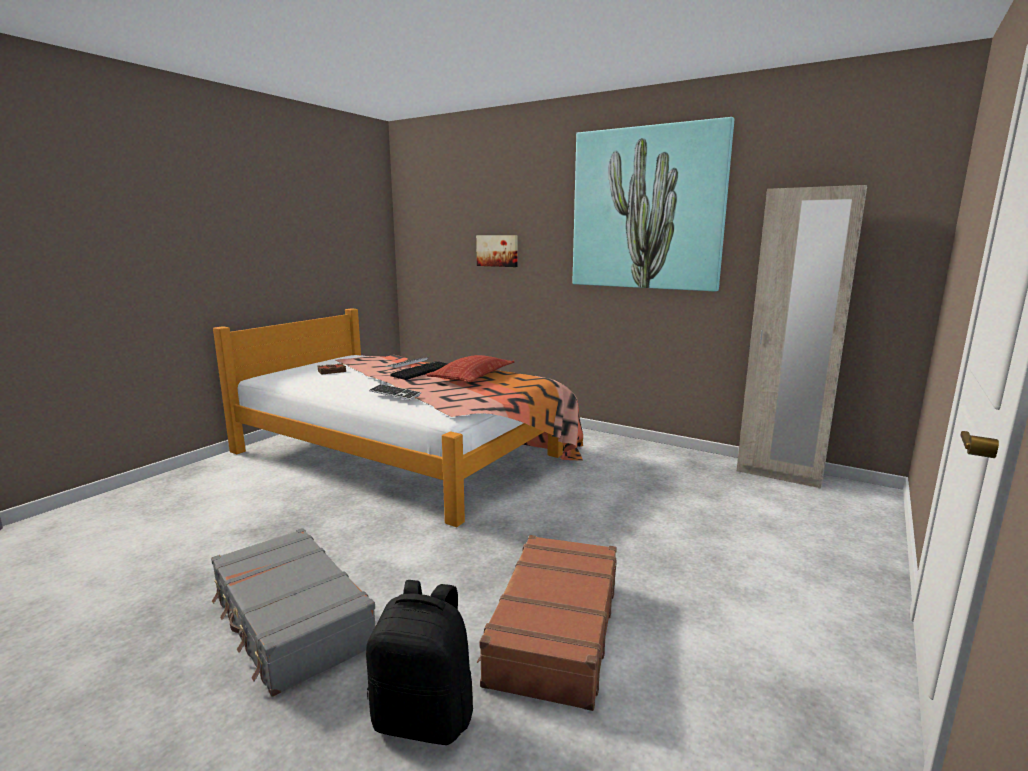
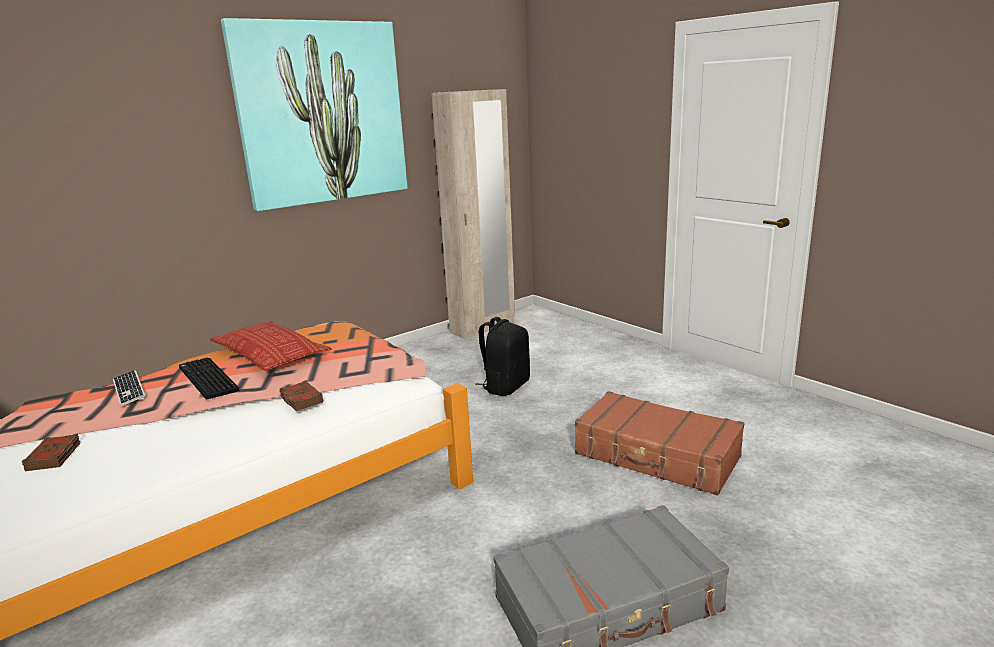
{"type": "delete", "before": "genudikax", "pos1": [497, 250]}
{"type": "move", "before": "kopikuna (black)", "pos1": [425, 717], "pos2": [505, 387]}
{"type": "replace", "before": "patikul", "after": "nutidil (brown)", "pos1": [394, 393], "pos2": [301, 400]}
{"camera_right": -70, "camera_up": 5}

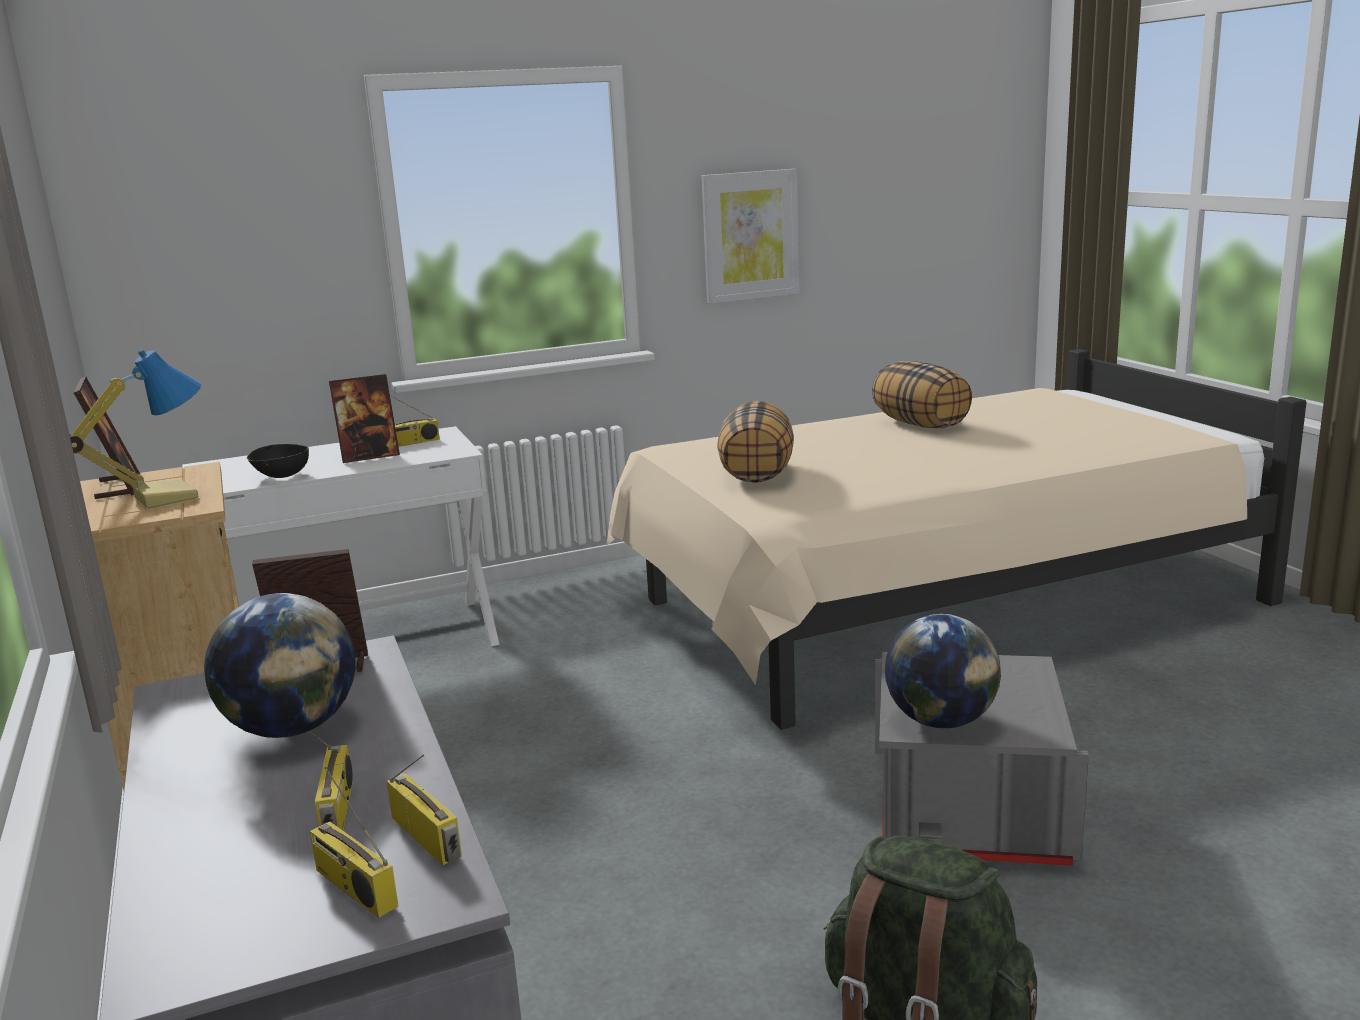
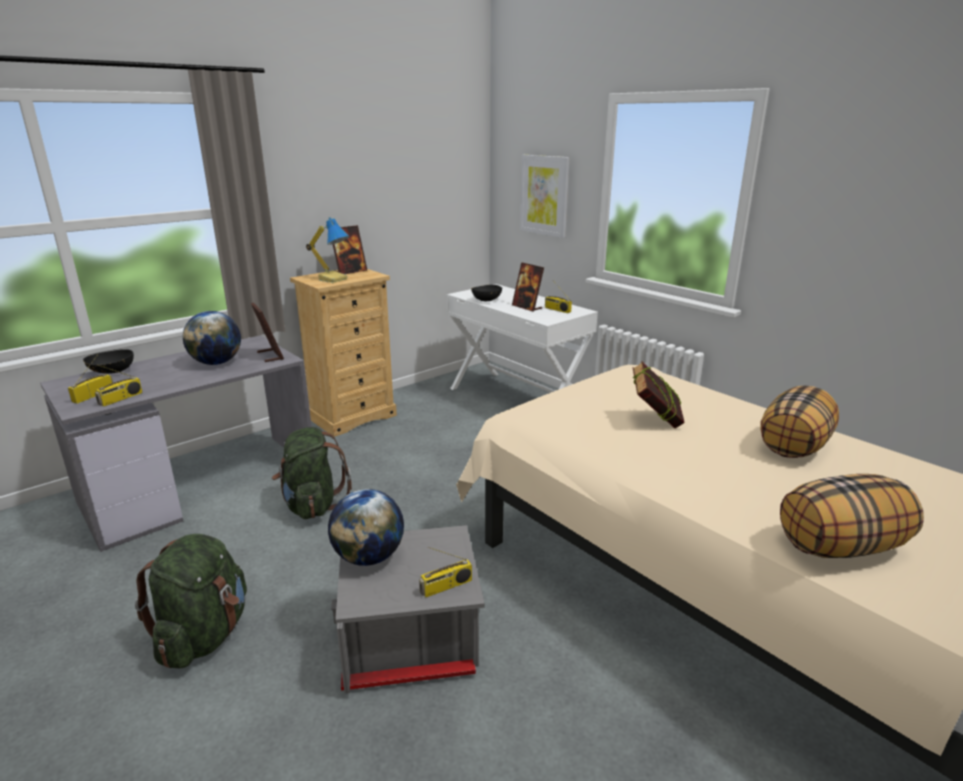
{"type": "insert", "after": "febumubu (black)", "pos2": [112, 372]}
{"type": "insert", "after": "kopikuna (green)", "pos2": [313, 505]}
{"type": "insert", "after": "nutidil", "pos2": [654, 421]}
{"type": "move", "before": "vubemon", "pos1": [339, 809], "pos2": [446, 587]}
{"type": "move", "before": "genudikax", "pos1": [750, 236], "pos2": [544, 195]}
{"type": "move", "before": "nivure", "pos1": [757, 475], "pos2": [840, 547]}
{"camera_right": 70, "camera_up": 5}

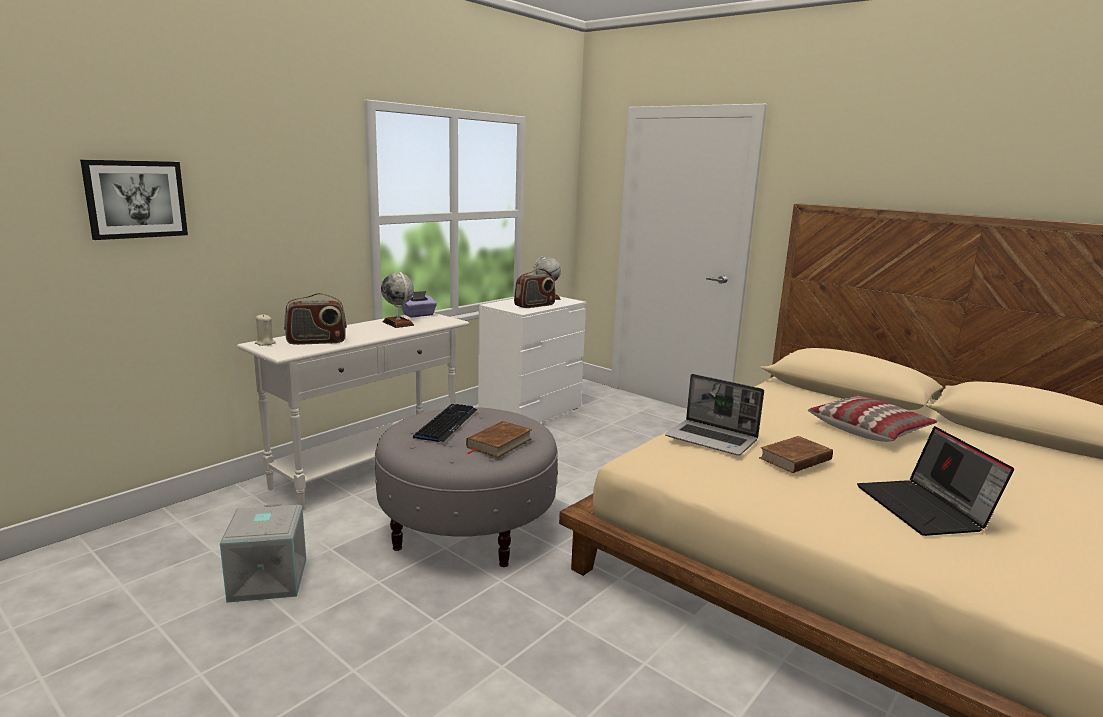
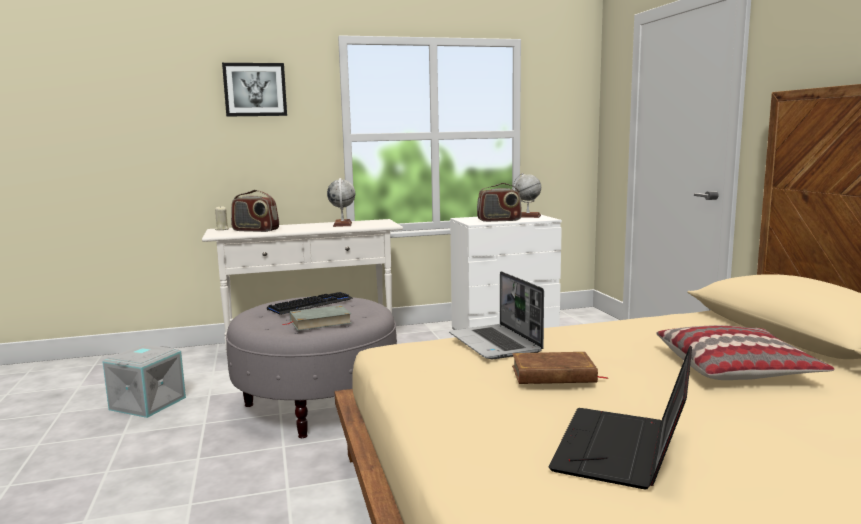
{"type": "delete", "before": "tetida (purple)", "pos1": [418, 315]}
{"type": "move", "before": "genudikax", "pos1": [135, 199], "pos2": [255, 89]}
{"type": "recolor", "before": "nutidil (brown)", "after": "nutidil (grey)", "pos1": [498, 443], "pos2": [320, 322]}
{"camera_right": 35, "camera_up": -5}

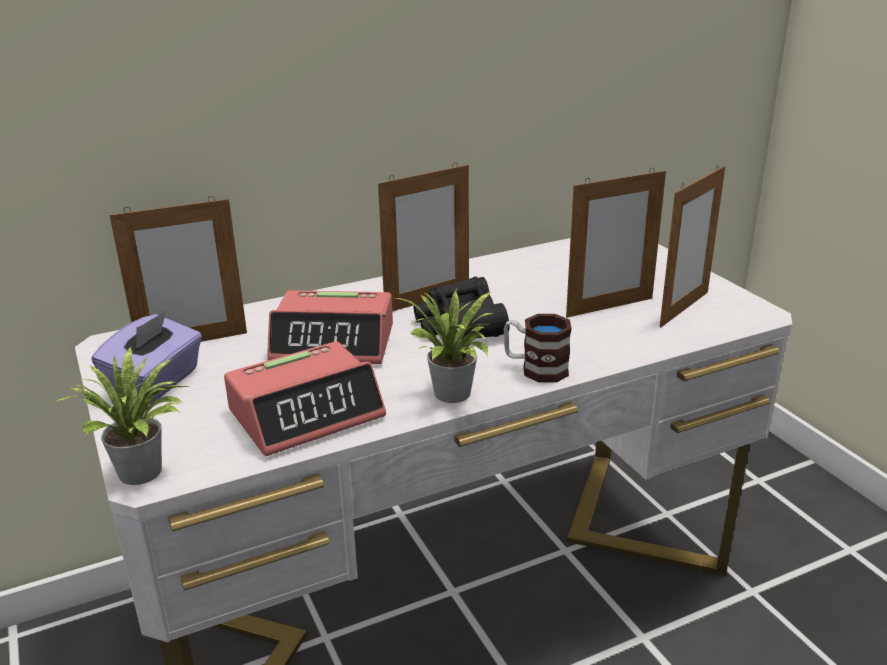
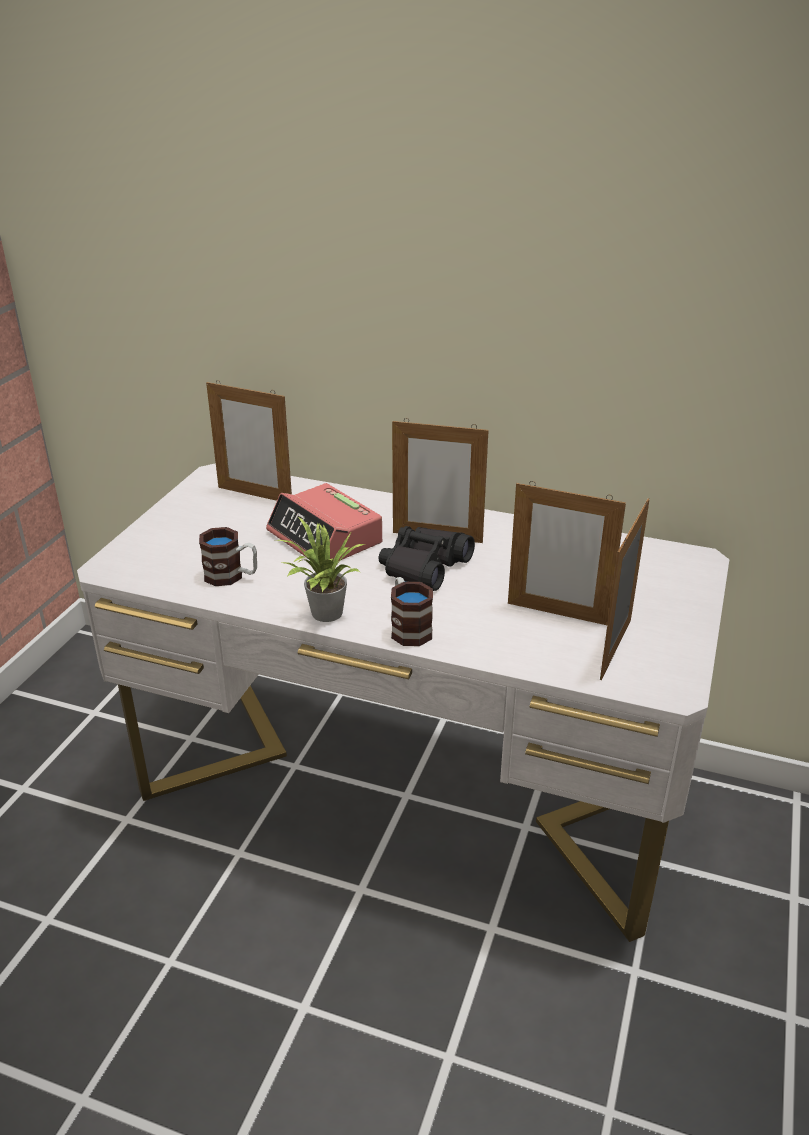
{"type": "delete", "before": "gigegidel", "pos1": [144, 474]}
{"type": "delete", "before": "tetida (purple)", "pos1": [156, 383]}
{"type": "replace", "before": "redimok", "after": "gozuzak", "pos1": [307, 413], "pos2": [231, 576]}
{"type": "rotate", "before": "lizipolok", "pos1": [684, 309], "pos2": [616, 649], "turn": 120}
{"camera_right": 45, "camera_up": 5}

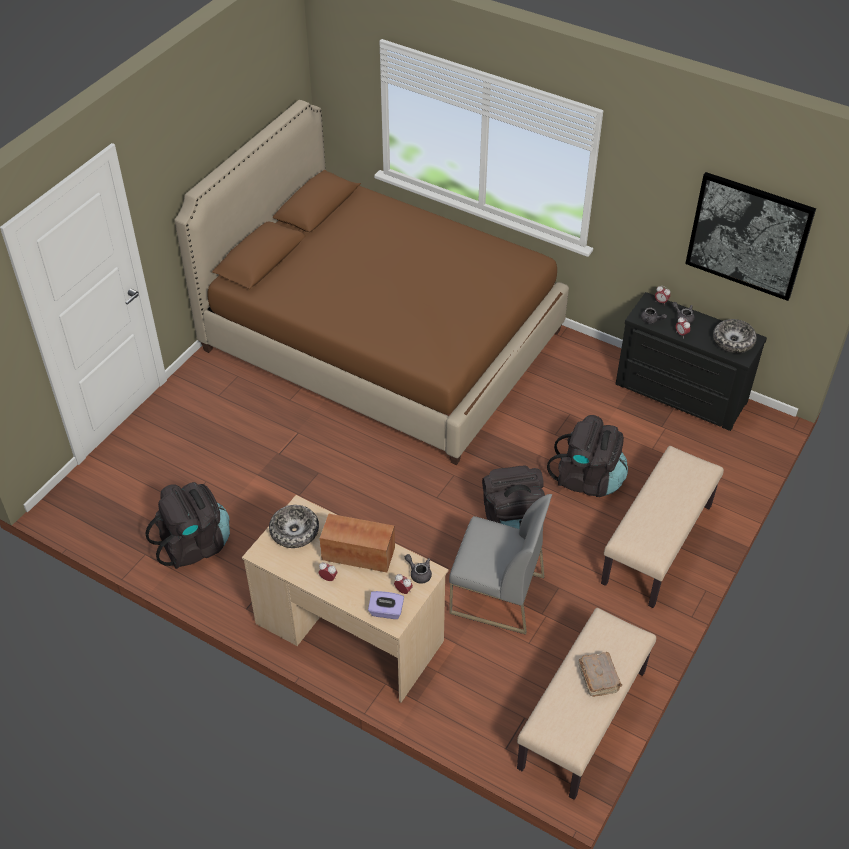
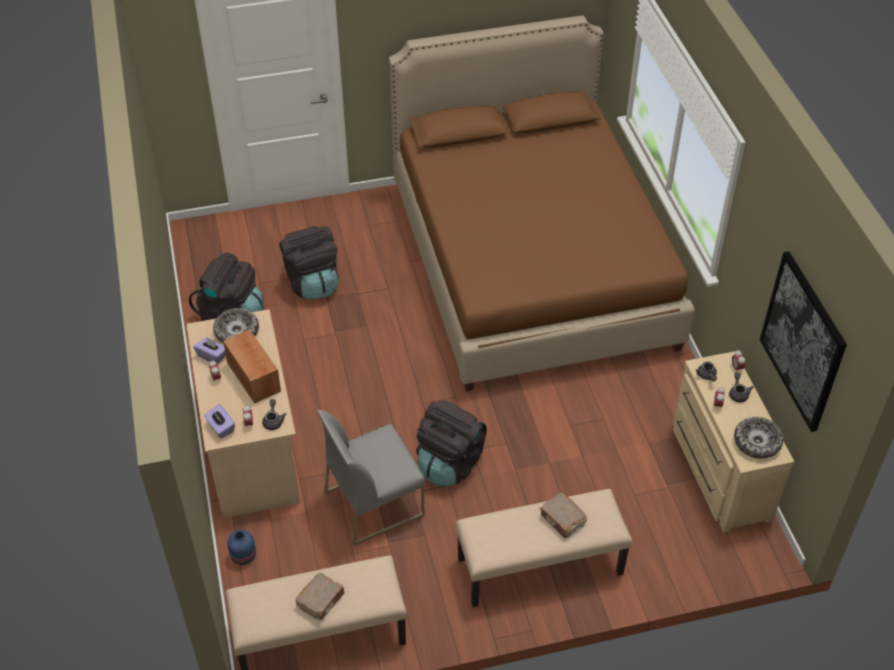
{"type": "insert", "after": "tetida (purple)", "pos2": [212, 356]}
{"type": "insert", "after": "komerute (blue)", "pos2": [243, 555]}
{"type": "insert", "after": "nutidil (brown)", "pos2": [563, 520]}
{"type": "move", "before": "kopikuna (black)", "pos1": [588, 479], "pos2": [312, 283]}
{"type": "recolor", "before": "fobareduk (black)", "after": "fobareduk (beige)", "pos1": [680, 395], "pos2": [717, 471]}
{"type": "rotate", "before": "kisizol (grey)", "pos1": [496, 595], "pos2": [374, 502], "turn": 90}
{"camera_right": 45, "camera_up": 0}

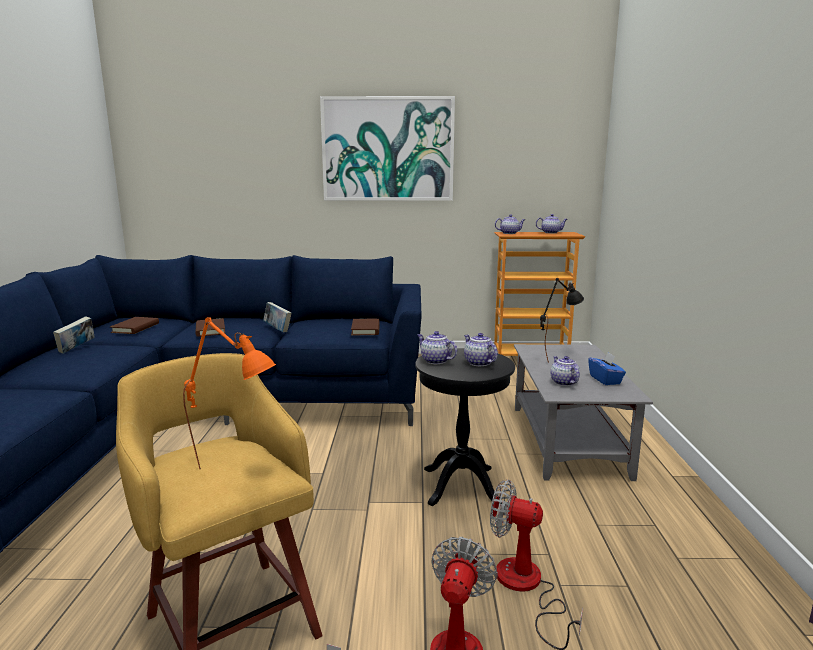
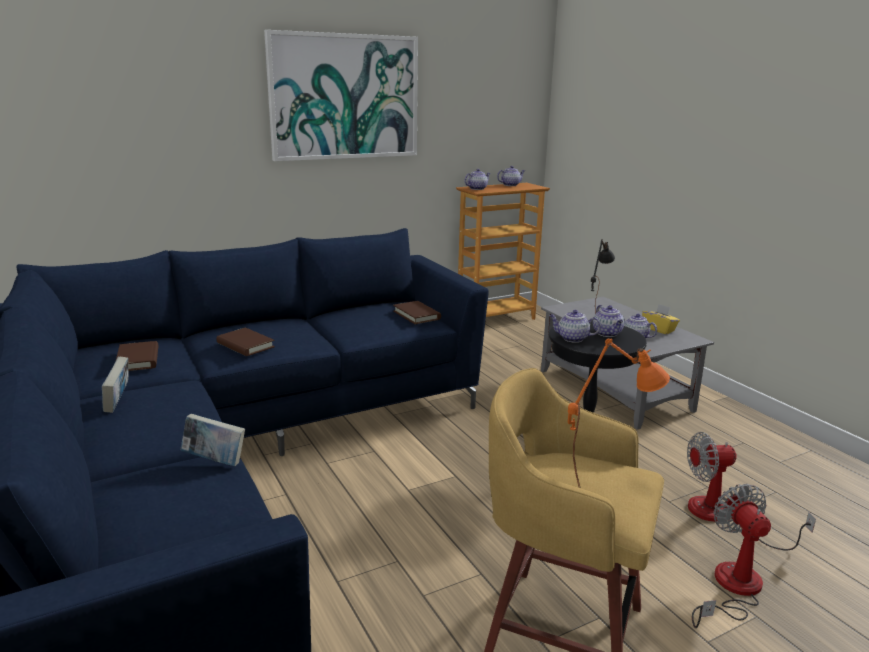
{"type": "move", "before": "nutidil", "pos1": [277, 329], "pos2": [215, 461]}
{"type": "recolor", "before": "tetida (blue)", "after": "tetida (yellow)", "pos1": [605, 380], "pos2": [659, 329]}
{"type": "rotate", "before": "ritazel", "pos1": [478, 362], "pos2": [607, 333], "turn": -135}
{"camera_right": -30, "camera_up": 5}

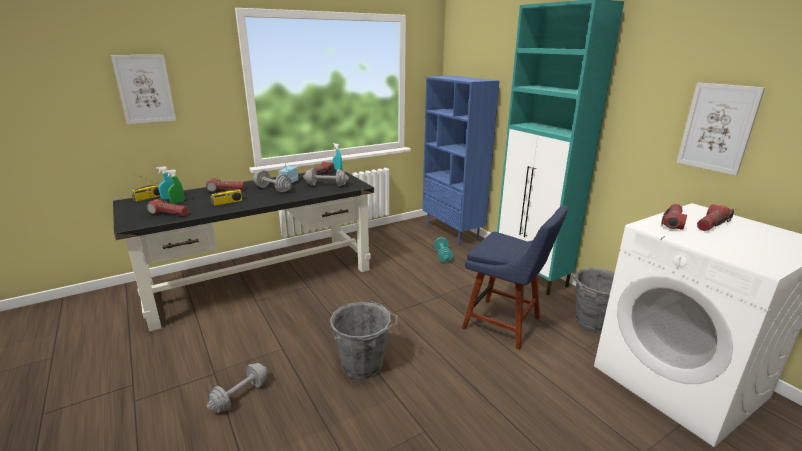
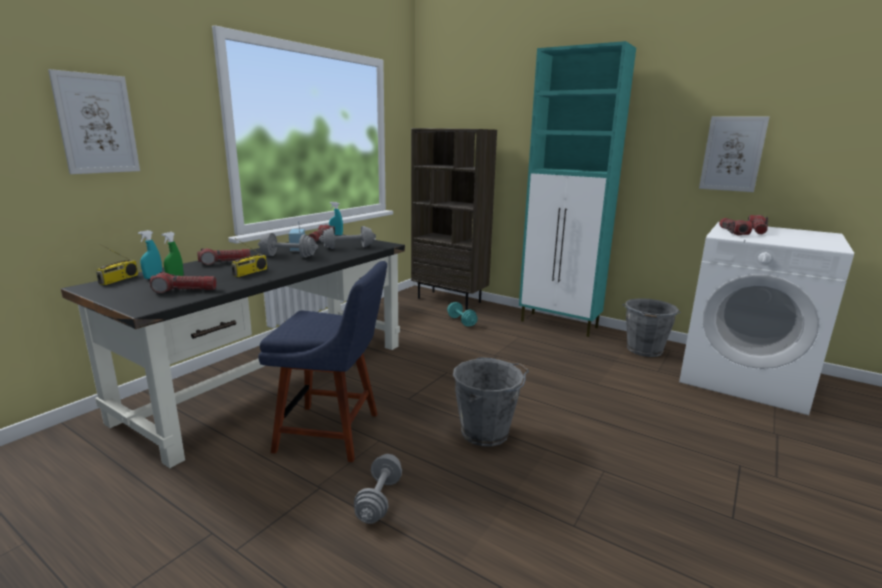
{"type": "move", "before": "kisizol (blue)", "pos1": [506, 324], "pos2": [333, 432]}
{"type": "recolor", "before": "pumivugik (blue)", "after": "pumivugik (brown)", "pos1": [453, 232], "pos2": [450, 300]}
{"camera_right": -25, "camera_up": -5}

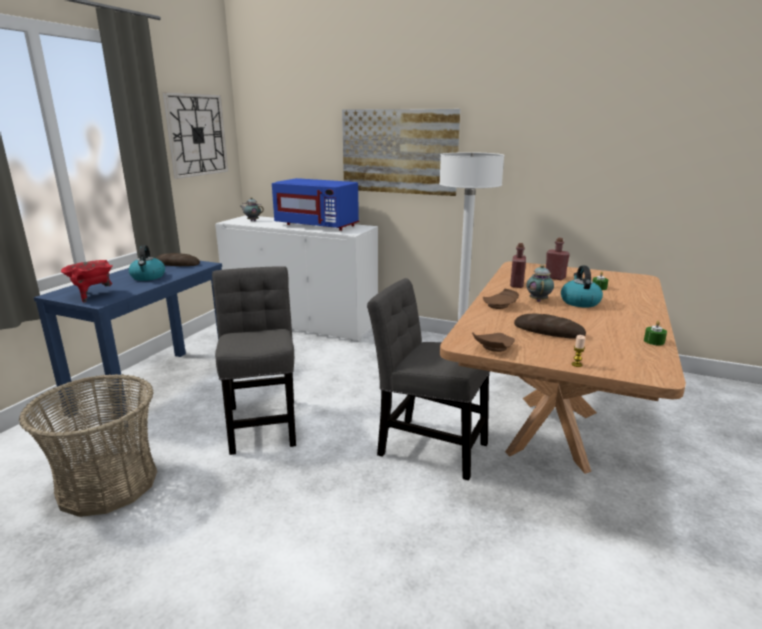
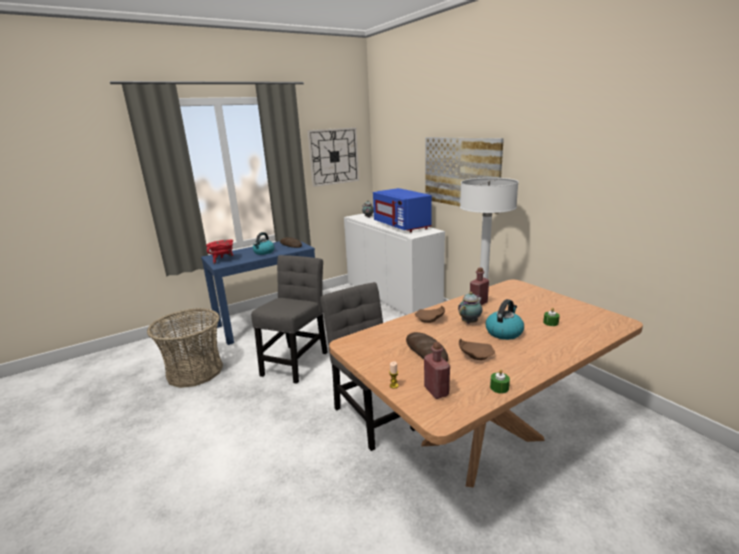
{"type": "move", "before": "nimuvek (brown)", "pos1": [492, 348], "pos2": [475, 355]}
{"type": "move", "before": "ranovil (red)", "pos1": [555, 278], "pos2": [436, 391]}
{"camera_right": 35, "camera_up": 0}

